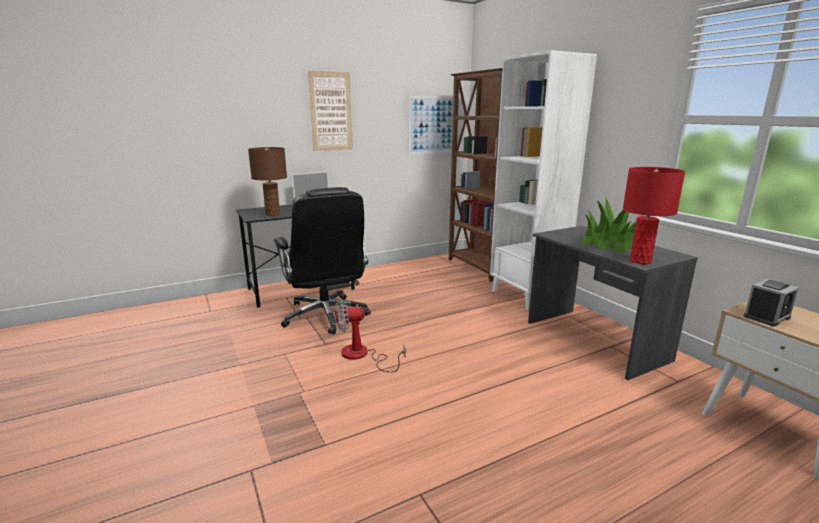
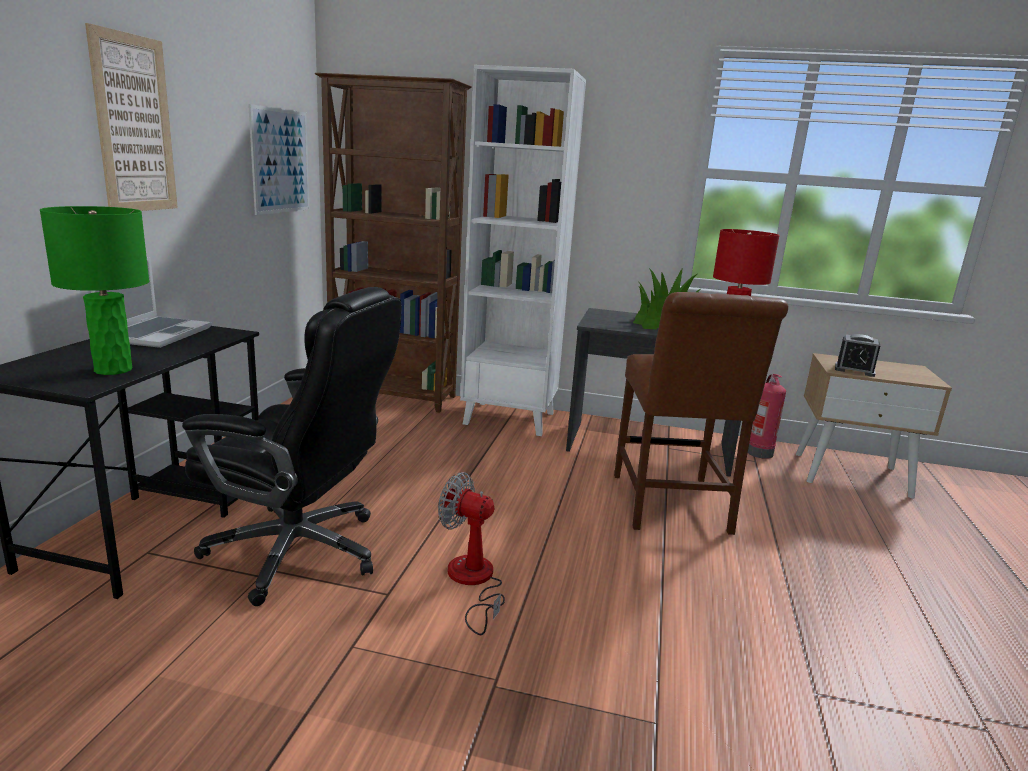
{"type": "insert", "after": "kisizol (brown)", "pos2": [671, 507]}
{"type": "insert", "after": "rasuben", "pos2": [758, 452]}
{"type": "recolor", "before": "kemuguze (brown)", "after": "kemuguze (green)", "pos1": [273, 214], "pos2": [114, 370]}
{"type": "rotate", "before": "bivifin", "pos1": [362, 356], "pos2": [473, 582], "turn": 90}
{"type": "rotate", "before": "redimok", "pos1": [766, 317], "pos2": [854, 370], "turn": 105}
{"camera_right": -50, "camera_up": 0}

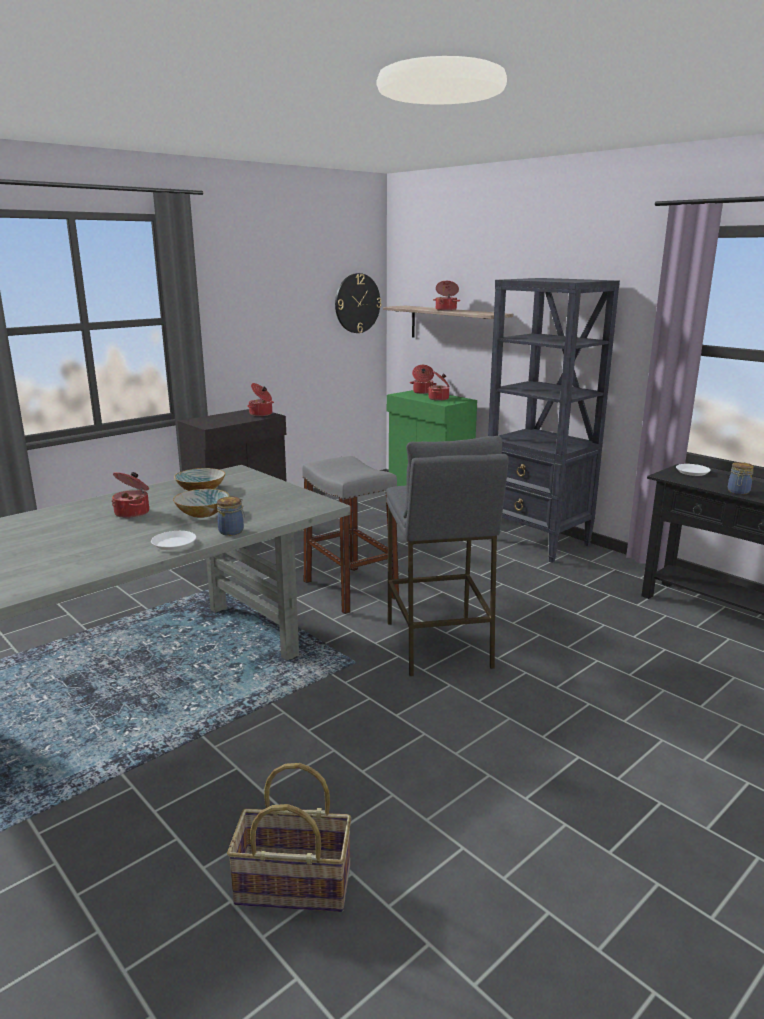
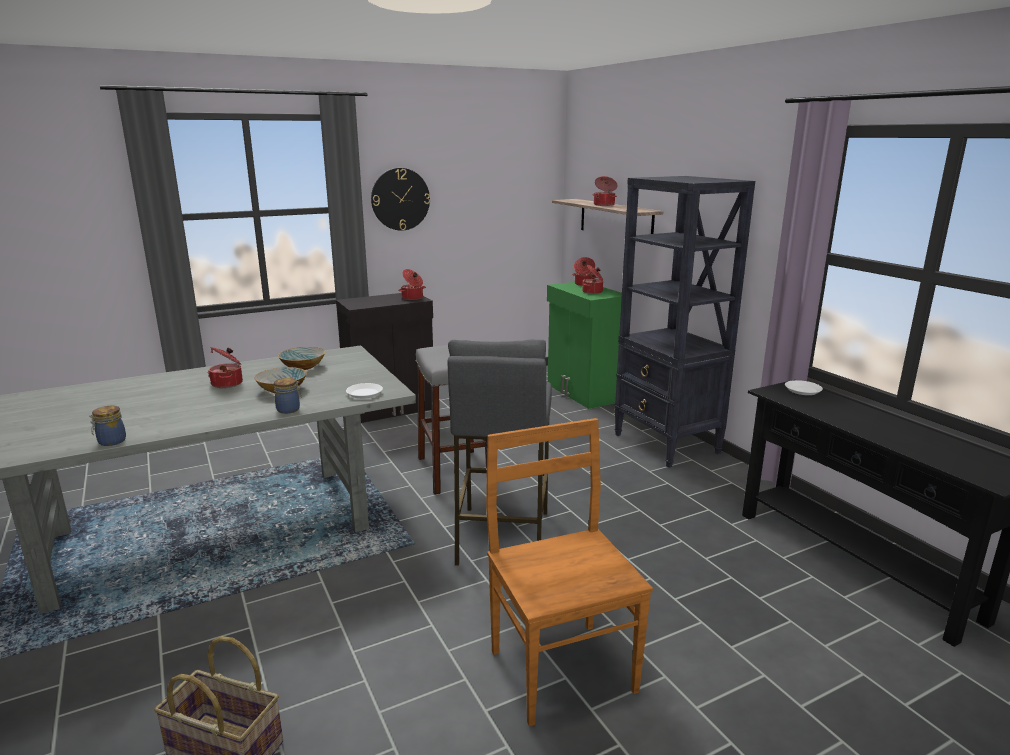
{"type": "insert", "after": "kisizol (brown)", "pos2": [561, 668]}
{"type": "move", "before": "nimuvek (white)", "pos1": [173, 544], "pos2": [364, 393]}
{"type": "move", "before": "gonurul", "pos1": [357, 303], "pos2": [400, 199]}
{"type": "move", "before": "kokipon", "pos1": [738, 492], "pos2": [110, 441]}
{"camera_right": 15, "camera_up": 0}

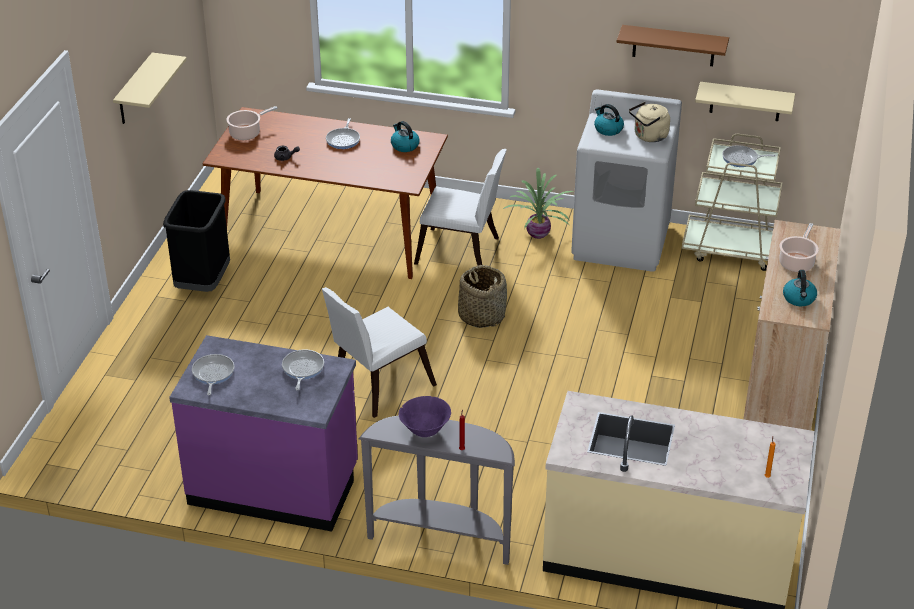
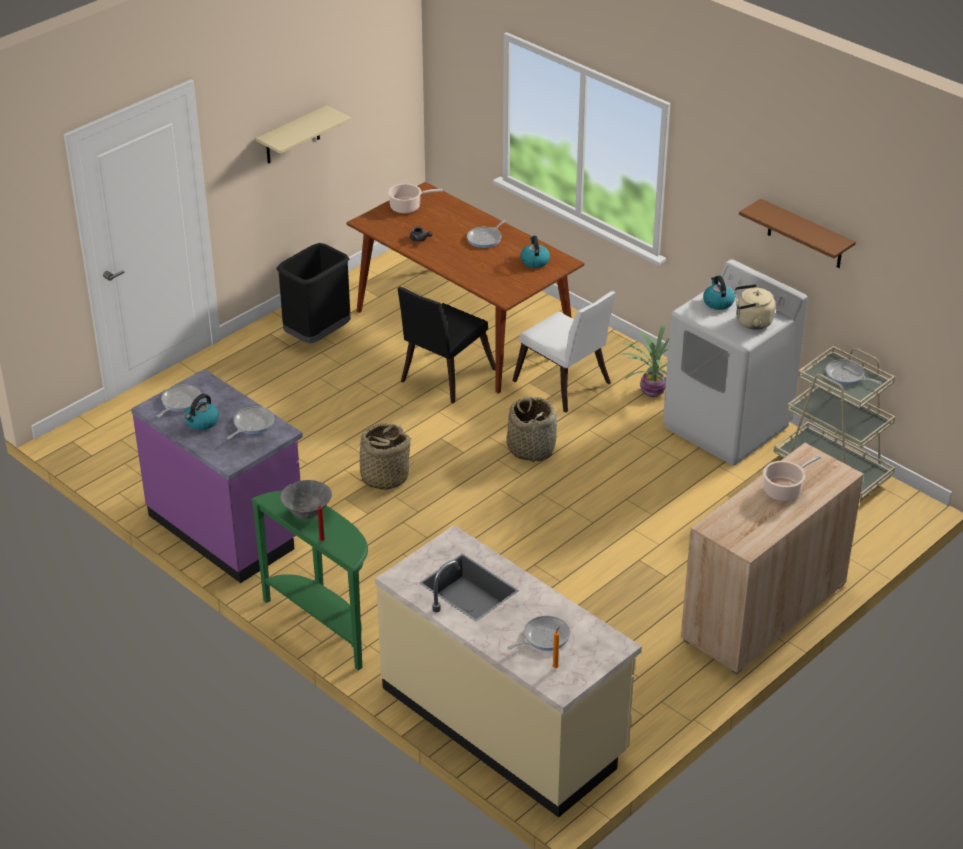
{"type": "delete", "before": "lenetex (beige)", "pos1": [745, 101]}
{"type": "insert", "after": "kisizol (black)", "pos2": [443, 378]}
{"type": "insert", "after": "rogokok", "pos2": [543, 637]}
{"type": "move", "before": "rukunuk", "pos1": [799, 299], "pos2": [202, 422]}
{"type": "replace", "before": "kisizol (white)", "after": "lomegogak", "pos1": [377, 386], "pos2": [384, 477]}
{"type": "recolor", "before": "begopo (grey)", "after": "begopo (green)", "pos1": [441, 538], "pos2": [324, 625]}
{"type": "recolor", "before": "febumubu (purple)", "after": "febumubu (grey)", "pos1": [425, 431], "pos2": [307, 513]}
{"camera_right": 30, "camera_up": 0}

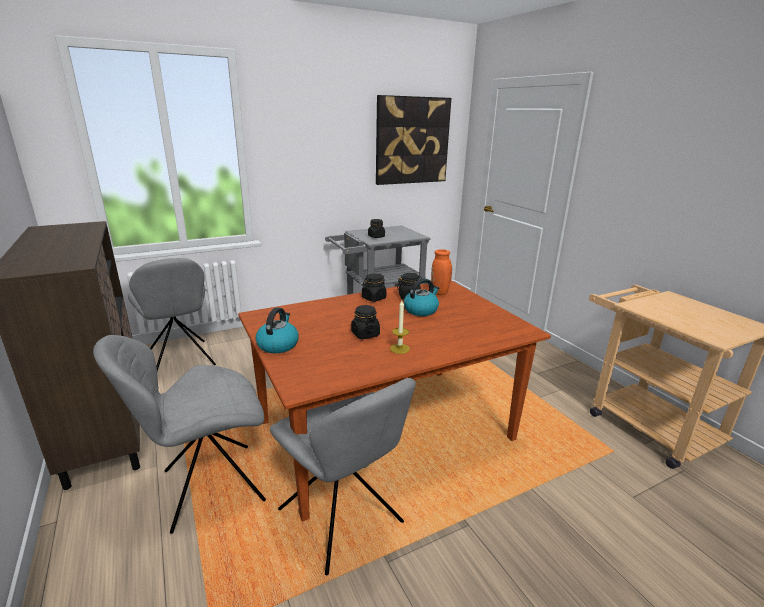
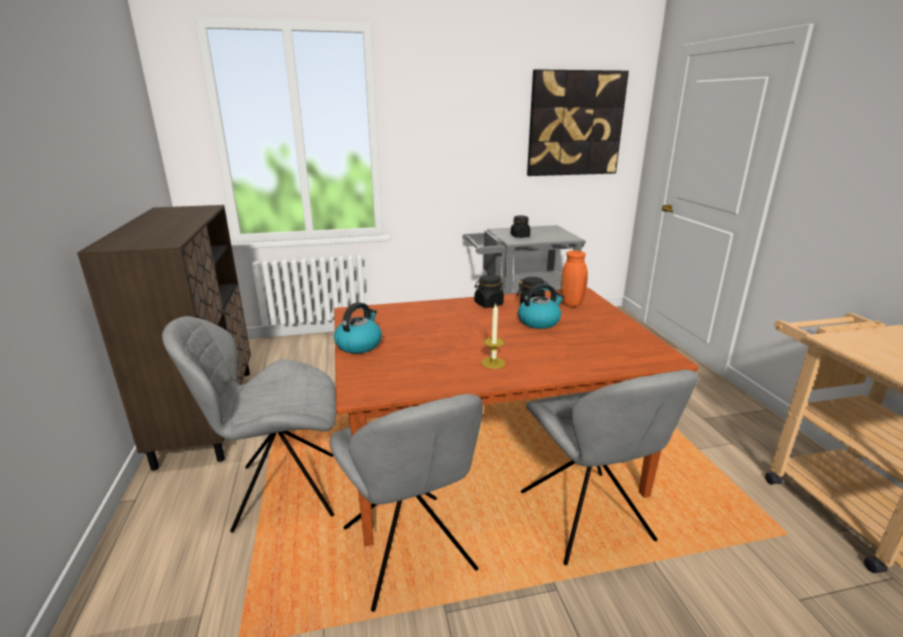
{"type": "delete", "before": "kokipon (black)", "pos1": [365, 334]}
{"type": "move", "before": "kisizol (grey)", "pos1": [181, 361], "pos2": [587, 519]}
{"camera_right": 15, "camera_up": 0}

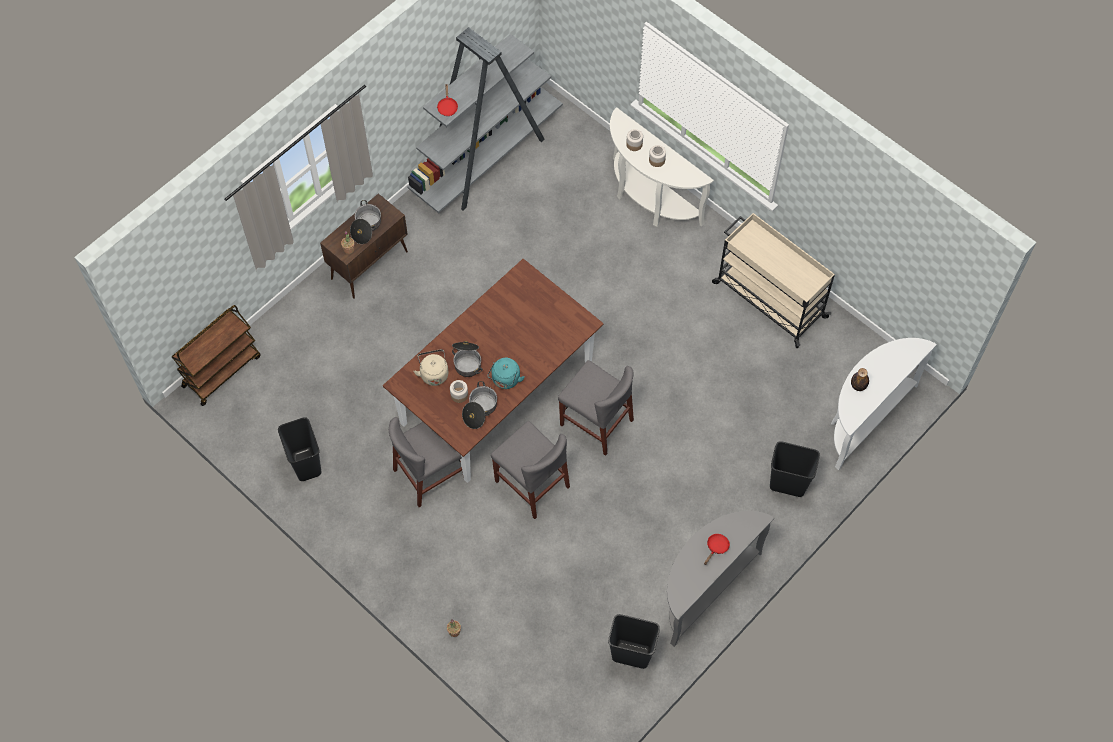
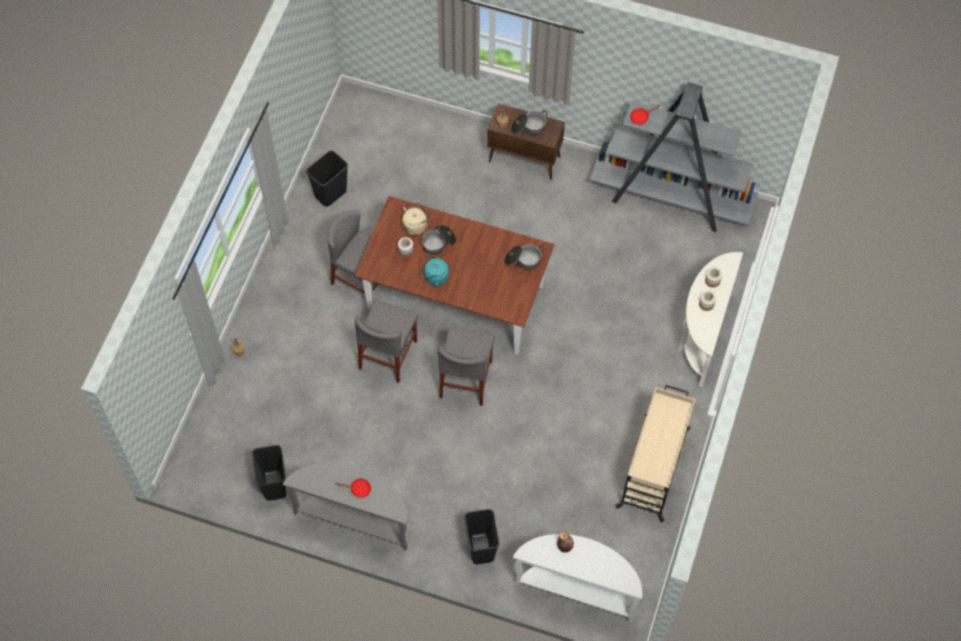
{"type": "delete", "before": "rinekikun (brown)", "pos1": [222, 370]}
{"type": "move", "before": "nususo", "pos1": [480, 410], "pos2": [523, 260]}
{"camera_right": 65, "camera_up": 0}

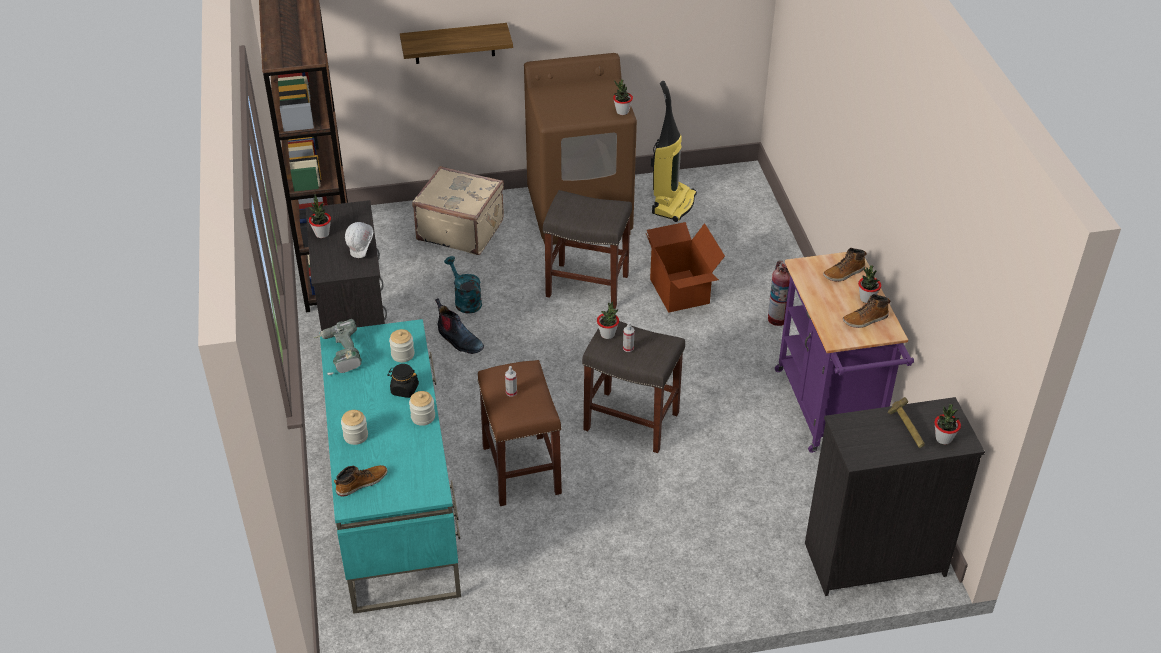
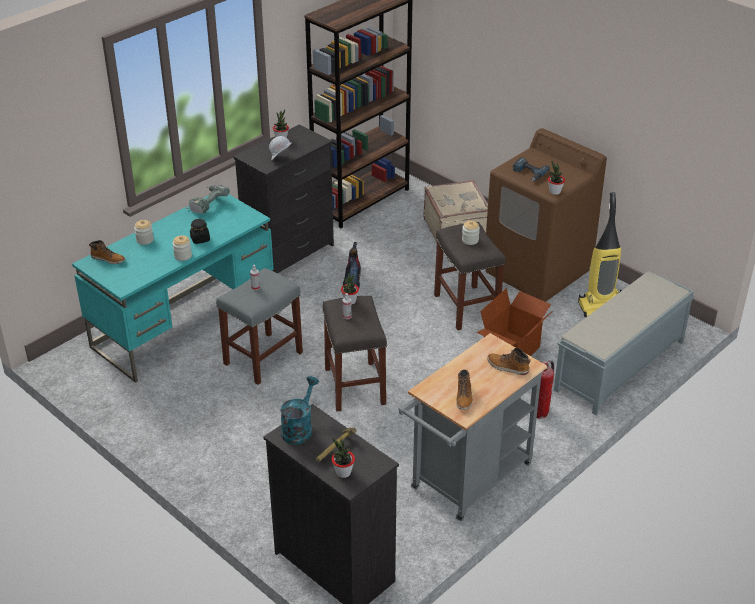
{"type": "delete", "before": "lenetex", "pos1": [454, 43]}
{"type": "delete", "before": "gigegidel", "pos1": [867, 298]}
{"type": "insert", "after": "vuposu", "pos2": [528, 173]}
{"type": "insert", "after": "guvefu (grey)", "pos2": [619, 366]}
{"type": "move", "before": "kokipon", "pos1": [403, 354], "pos2": [470, 240]}
{"type": "move", "before": "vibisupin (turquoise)", "pos1": [465, 300], "pos2": [299, 428]}
{"type": "recolor", "before": "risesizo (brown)", "after": "risesizo (grey)", "pos1": [522, 470], "pos2": [263, 359]}
{"type": "recolor", "before": "rinekikun (purple)", "after": "rinekikun (grey)", "pos1": [830, 412], "pos2": [466, 481]}
{"type": "rotate", "before": "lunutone", "pos1": [865, 320], "pos2": [464, 397], "turn": -120}
{"camera_right": 55, "camera_up": -5}

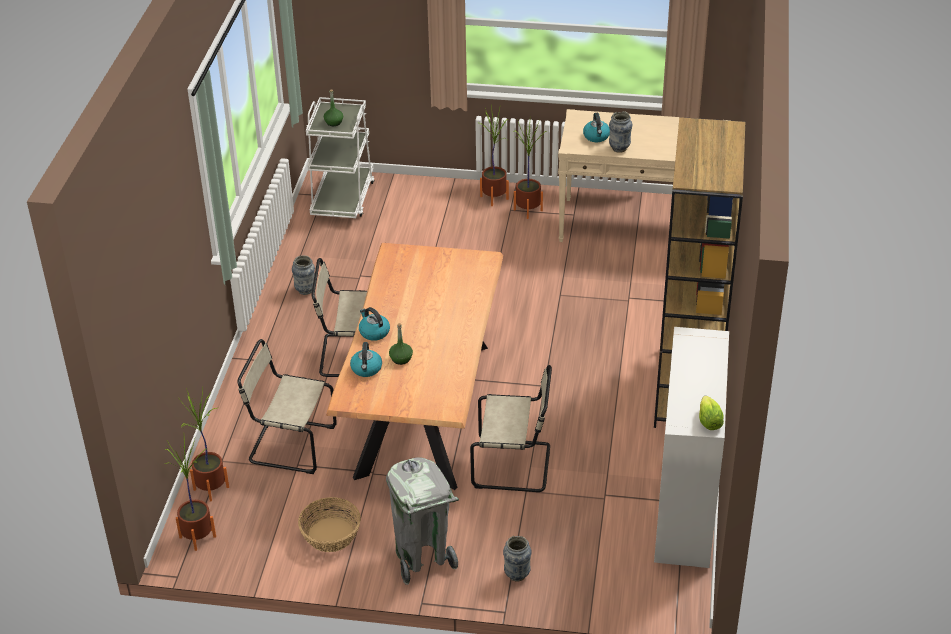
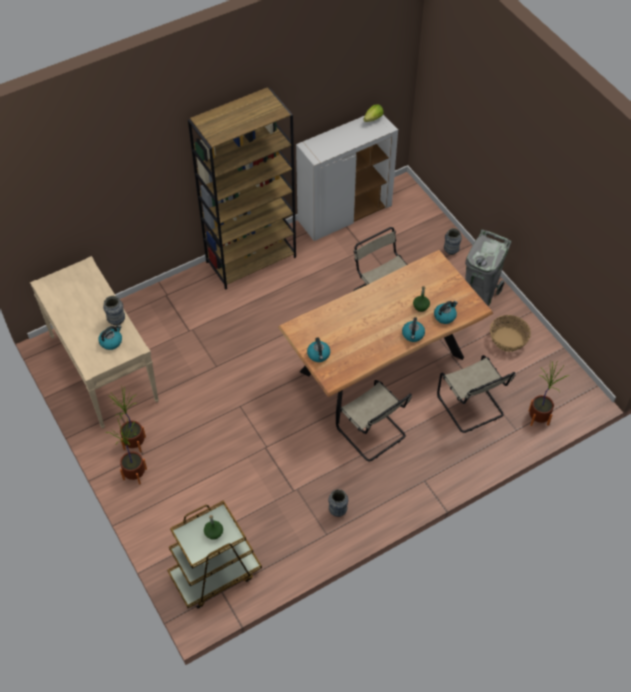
{"type": "delete", "before": "gigegidel", "pos1": [197, 536]}
{"type": "insert", "after": "rukunuk", "pos2": [318, 355]}
{"type": "recolor", "before": "rinekikun (white)", "after": "rinekikun (brown)", "pos1": [343, 199], "pos2": [215, 574]}
{"camera_right": -130, "camera_up": 15}

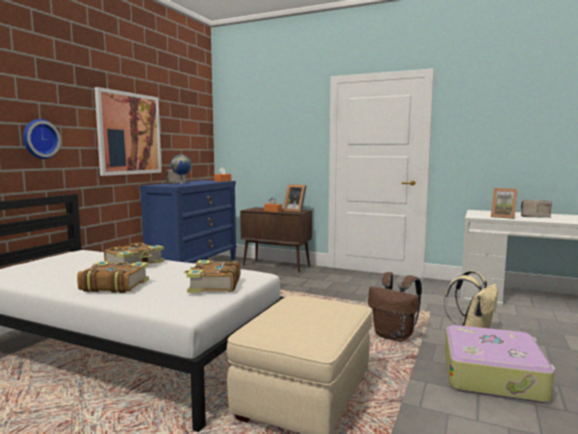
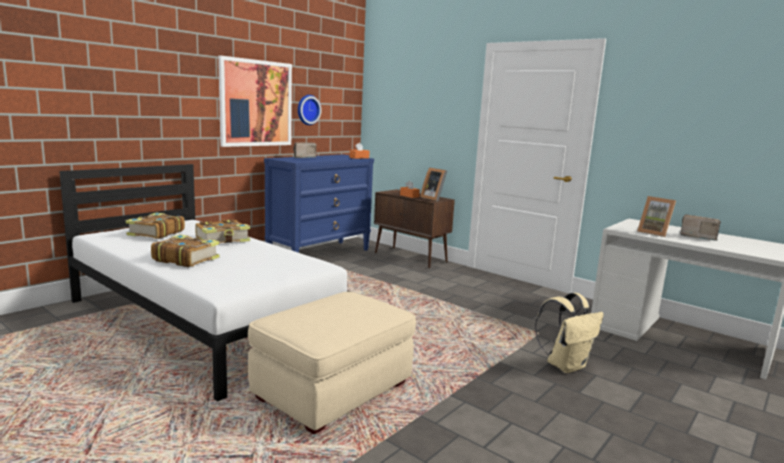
{"type": "delete", "before": "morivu", "pos1": [182, 184]}
{"type": "delete", "before": "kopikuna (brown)", "pos1": [394, 336]}
{"type": "delete", "before": "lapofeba", "pos1": [493, 375]}
{"type": "move", "before": "gonurul", "pos1": [39, 139], "pos2": [307, 109]}
{"type": "move", "before": "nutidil", "pos1": [213, 285], "pos2": [155, 233]}
{"camera_right": 15, "camera_up": 5}

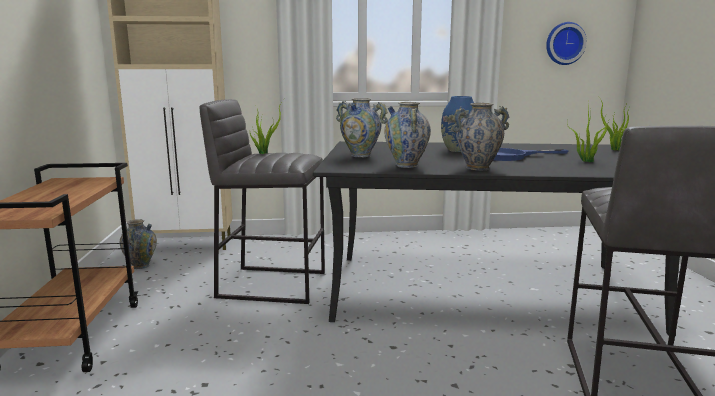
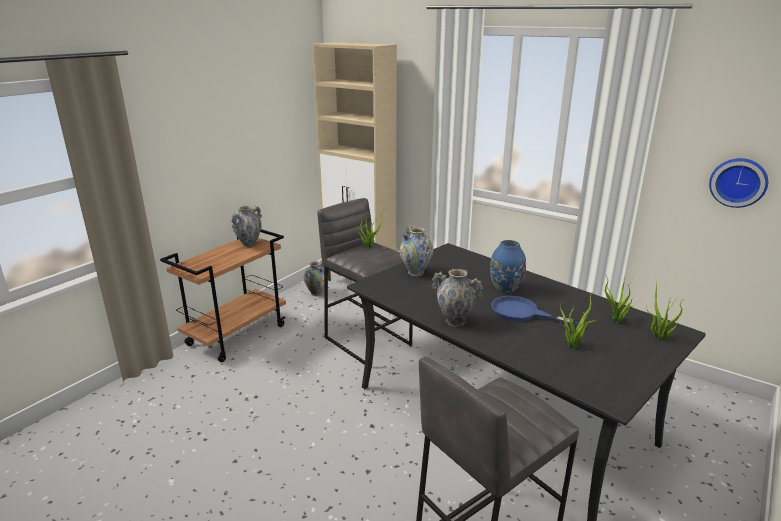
{"type": "insert", "after": "gigegidel", "pos2": [616, 321]}
{"type": "move", "before": "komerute", "pos1": [406, 165], "pos2": [249, 244]}
{"camera_right": 40, "camera_up": 10}

